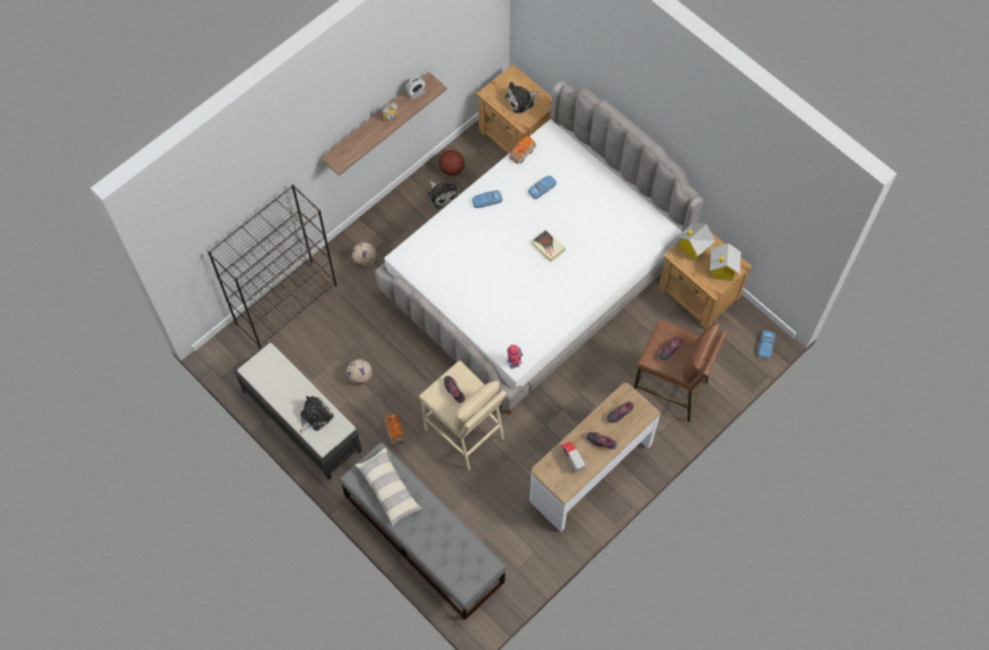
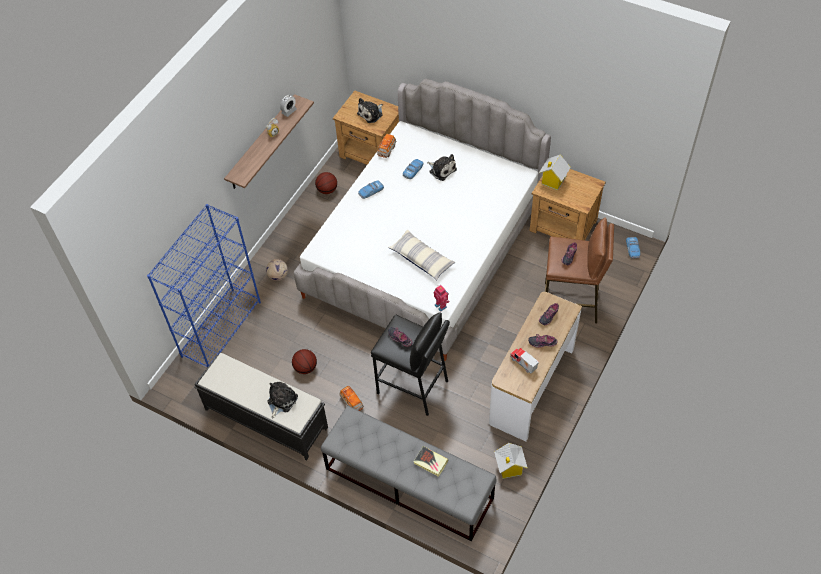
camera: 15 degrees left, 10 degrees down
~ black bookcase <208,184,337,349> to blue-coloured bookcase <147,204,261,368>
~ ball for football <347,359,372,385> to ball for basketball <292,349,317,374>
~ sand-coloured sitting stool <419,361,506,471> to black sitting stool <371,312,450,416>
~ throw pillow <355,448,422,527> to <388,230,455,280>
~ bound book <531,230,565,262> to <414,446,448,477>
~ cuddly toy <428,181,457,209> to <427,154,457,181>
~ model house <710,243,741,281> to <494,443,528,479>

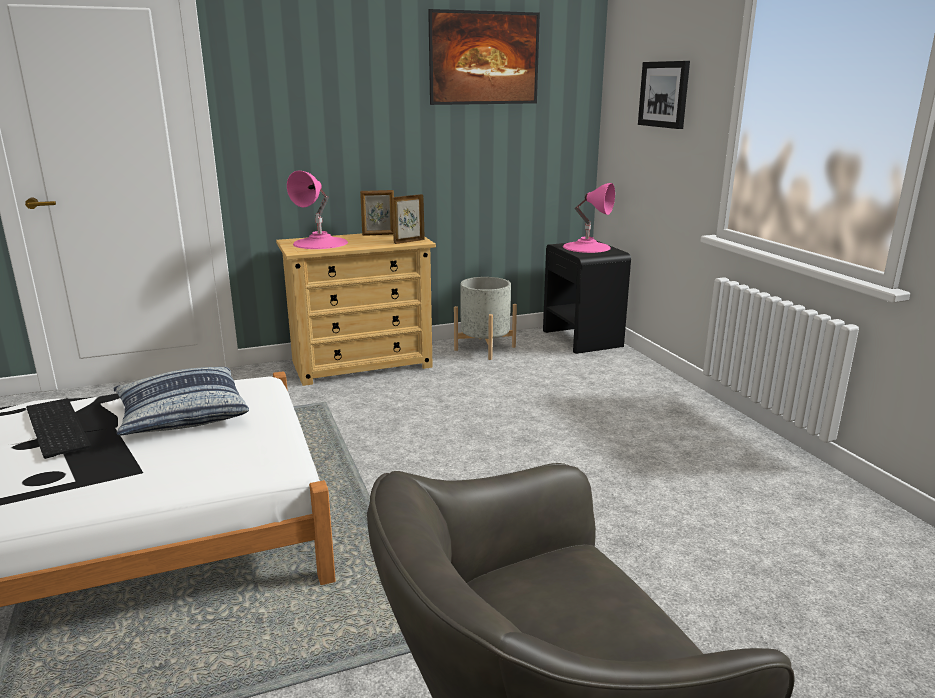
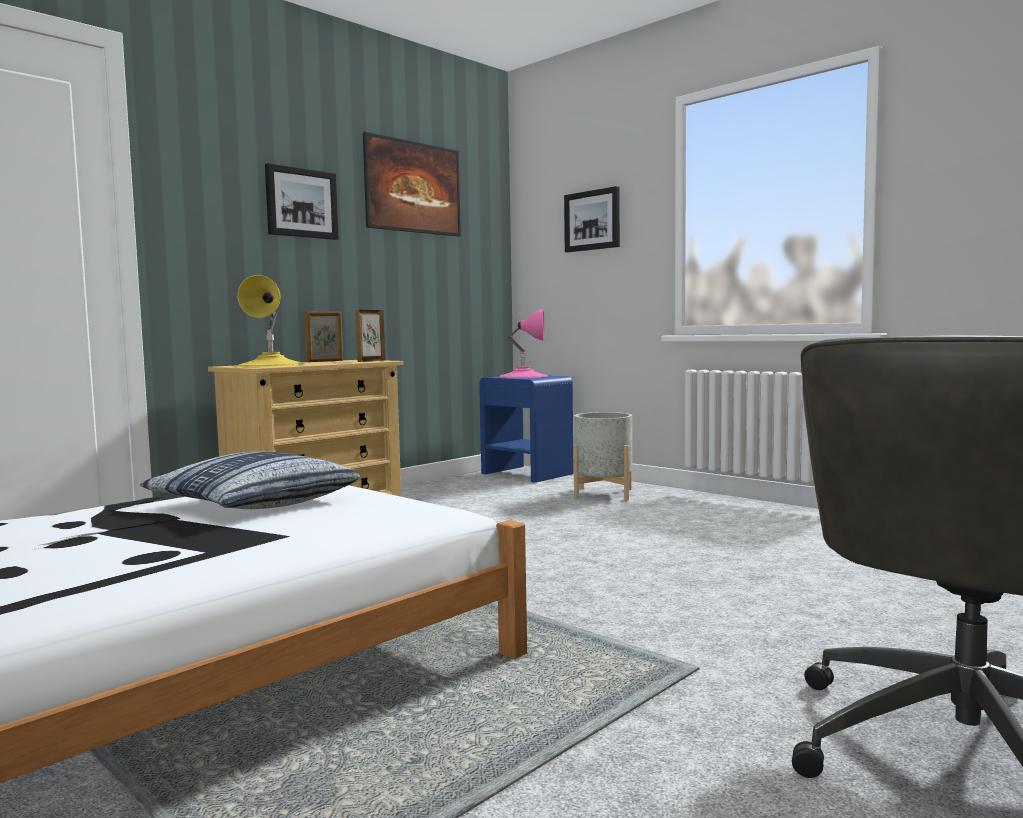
camera: 25 degrees left, 15 degrees down
~ pink-coloured table lamp <287,171,348,249> to yellowish table lamp <238,275,304,367>
+ picture <265,163,339,240>
~ black night table <543,241,631,354> to blue-coloured night table <479,376,574,483>
~ gray plant pot <454,277,517,360> to <573,412,632,500>
- PC keyboard <26,398,91,459>

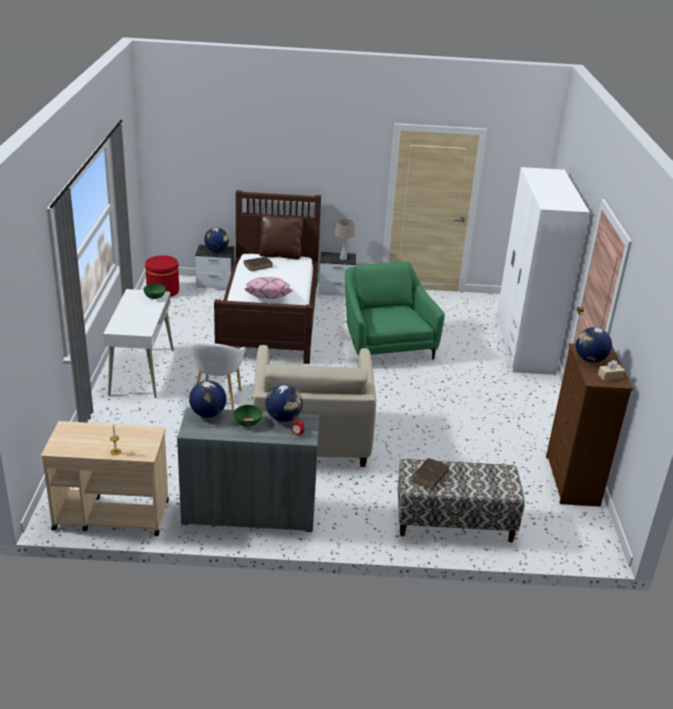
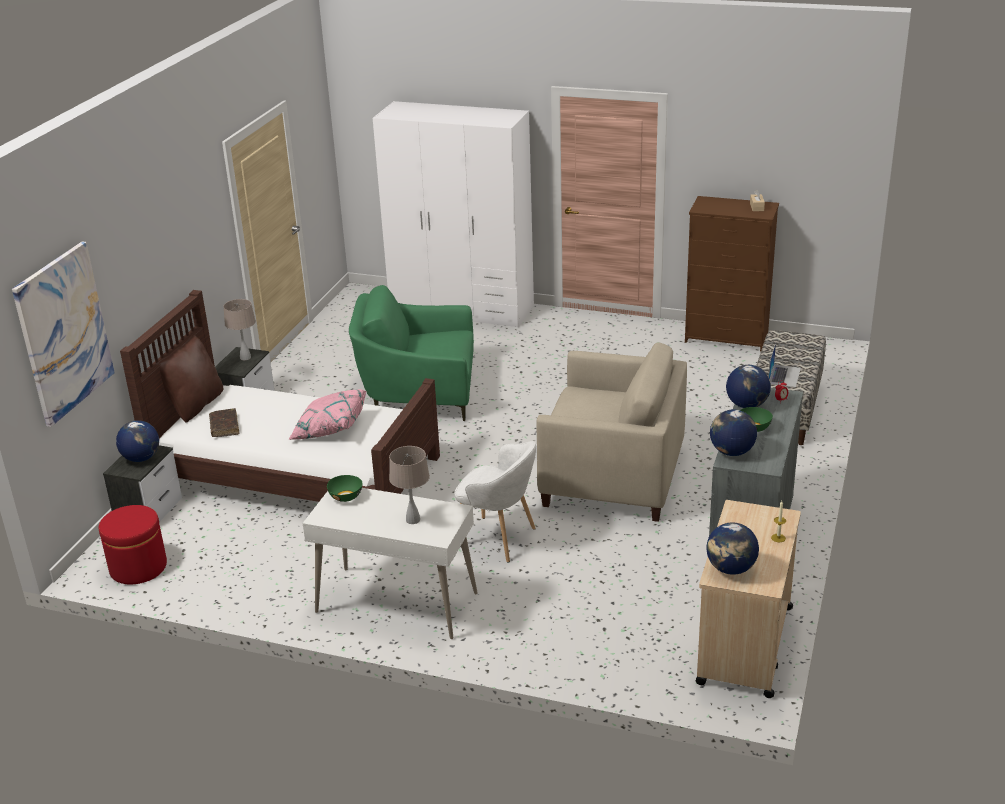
camera: 70 degrees left, 0 degrees up
+ picture <12,241,115,427>
+ sand-coloured table lamp <389,446,430,524>
~ globe <575,327,612,362> to <706,522,759,575>
~ brown bound book <412,458,449,489> to notebook computer <769,343,801,387>

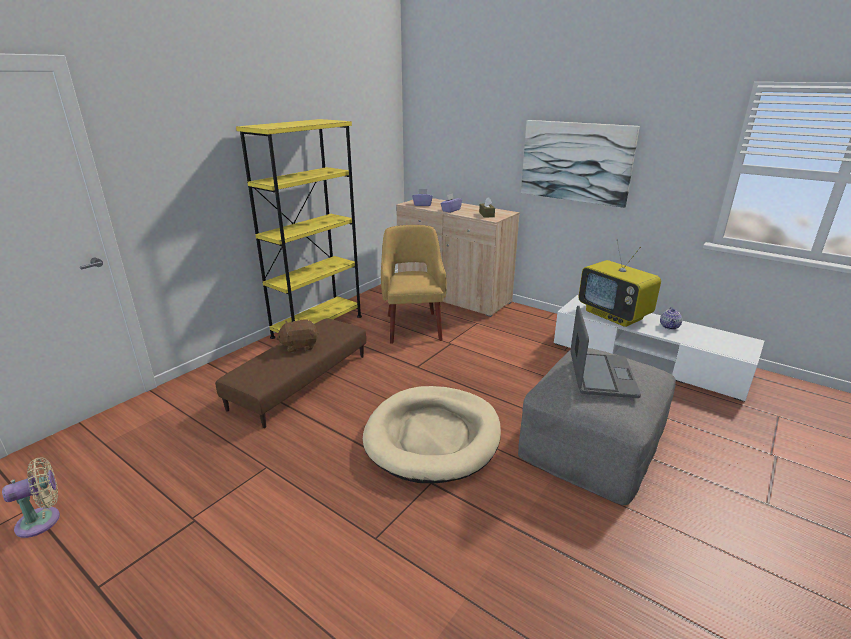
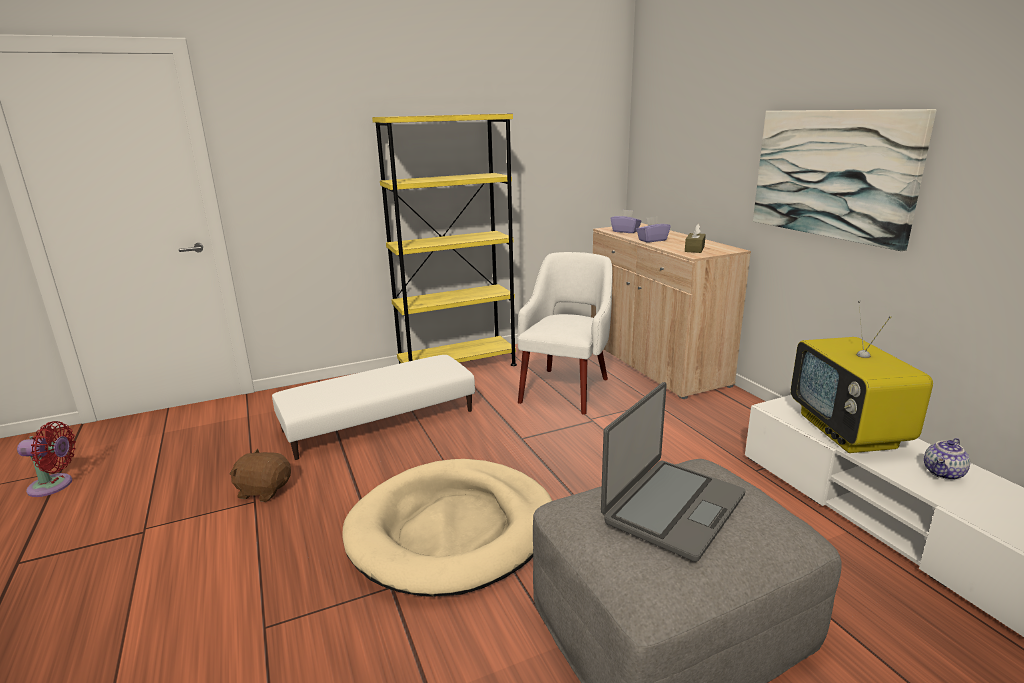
camera: 30 degrees right, 5 degrees down
~ sand-coloured electric fan <2,457,60,538> to red electric fan <17,421,76,497>
~ brown cuddly toy <276,319,319,353> to <229,448,291,502>
~ brown footrest <215,319,366,428> to whitish footrest <272,355,475,460>
~ yellowish lounge chair <381,225,447,344> to whitish lounge chair <518,252,613,415>

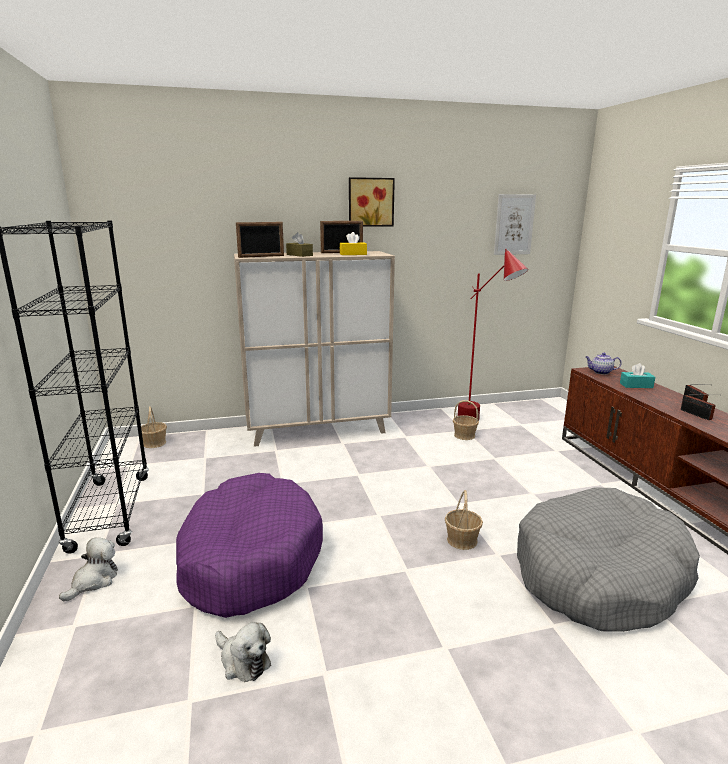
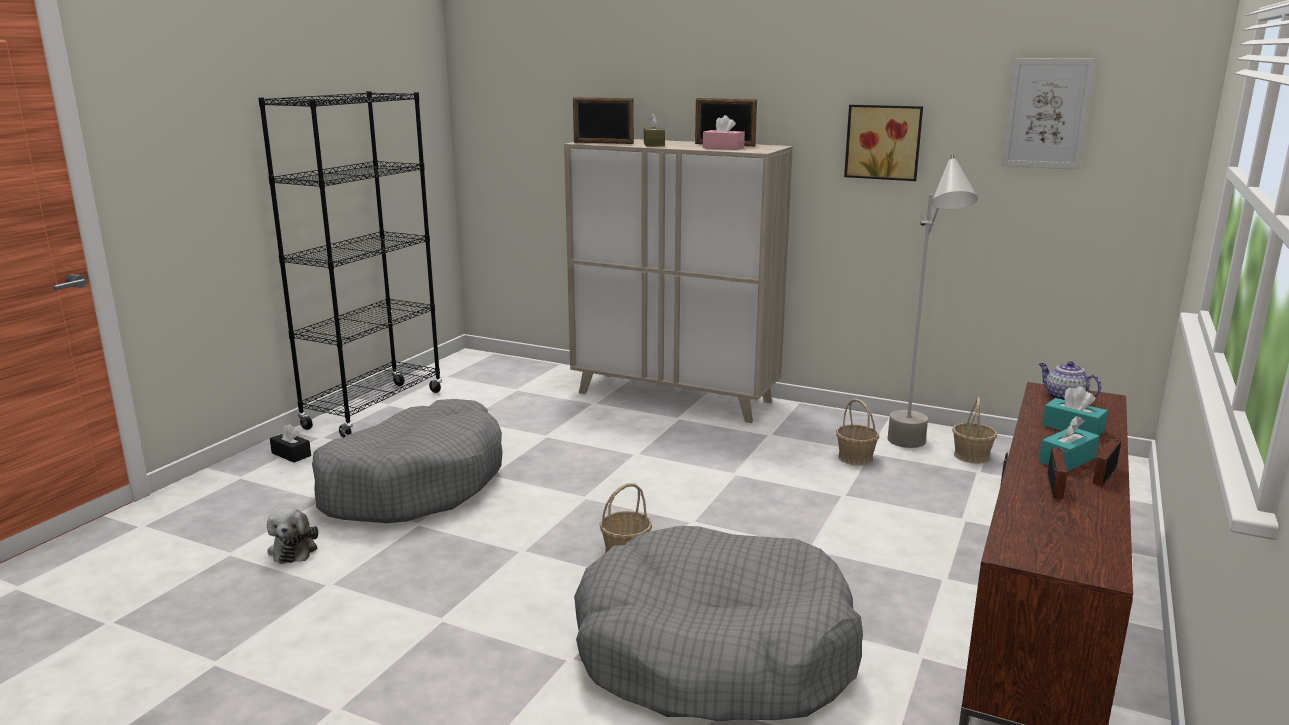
camera: 40 degrees right, 0 degrees up
~ cuddly toy <59,538,118,601> to black box of tissues <270,424,311,463>
~ purple dog cushion <176,473,323,618> to gray dog cushion <312,399,503,523>
~ yellowish box of tissues <340,232,367,255> to pink-coloured box of tissues <703,115,745,150>
~ picture <349,177,395,227> to <844,105,923,181>
~ red floor lamp <457,249,528,418> to gray floor lamp <887,154,978,448>
~ household basket <141,406,167,448> to <952,397,997,464>
+ turquoise-coloured box of tissues <1039,416,1099,472>

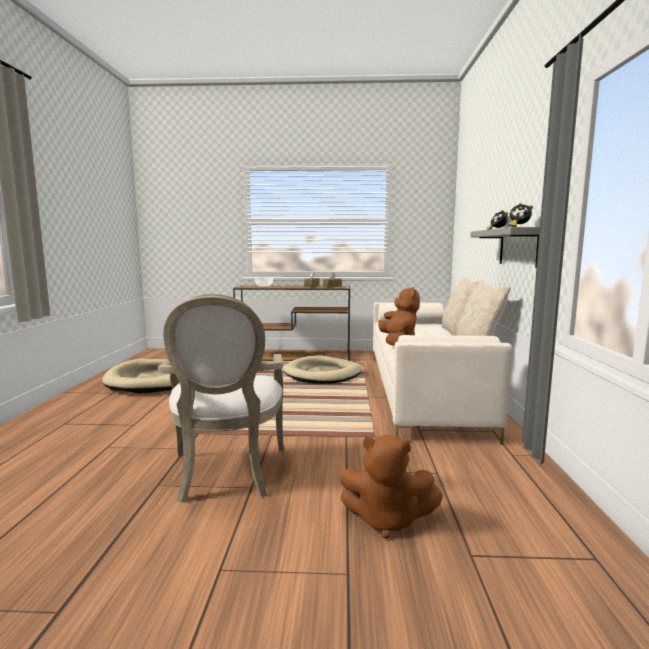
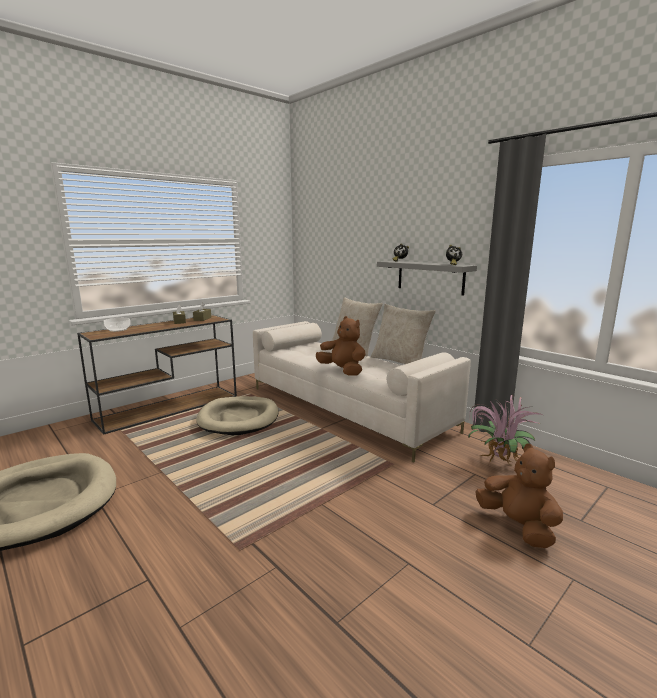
camera: 45 degrees left, 5 degrees up
+ plant in a pot <468,395,543,467>
~ brown cuddly toy <339,435,443,539> = <475,444,563,548> 90 degrees counterclockwise
- lounge chair <158,294,284,502>

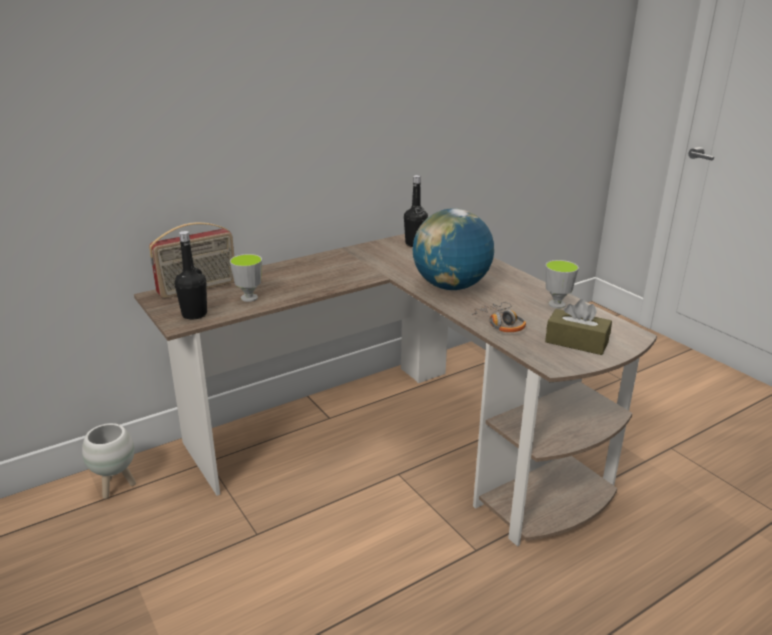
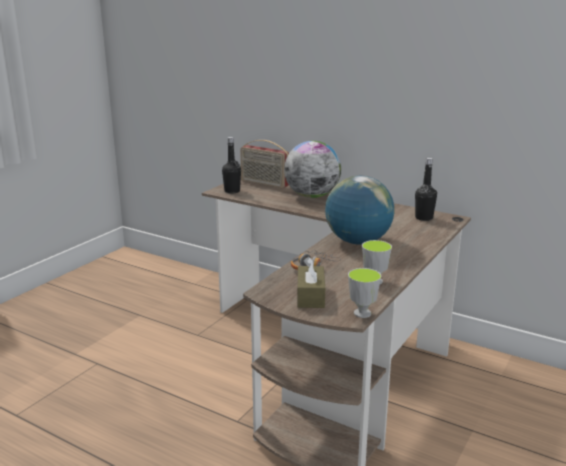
camera: 65 degrees right, 5 degrees down
+ globe <284,141,341,198>
~ drinking cup <230,254,262,302> to <348,268,381,318>
- whitish plant pot <82,423,136,499>

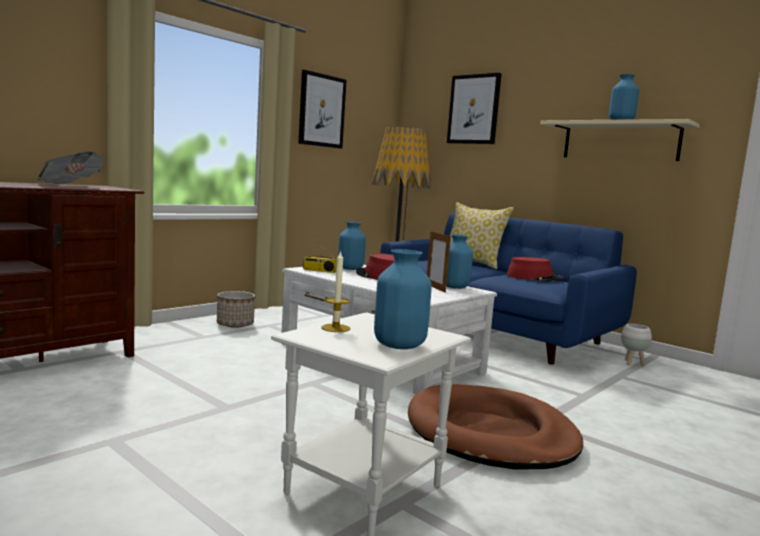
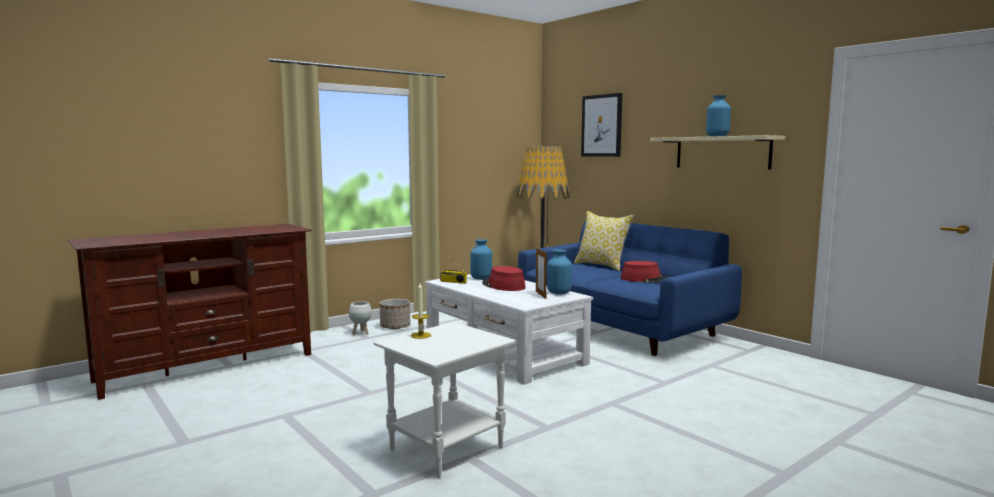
camera: 10 degrees right, 0 degrees up
~ whitish plant pot <621,324,652,365> to <349,301,372,335>
- printed paper <37,152,105,184>
- picture <298,70,346,149>
- blue-coloured flower vase <374,249,432,349>
- brown dog cushion <408,384,583,470>

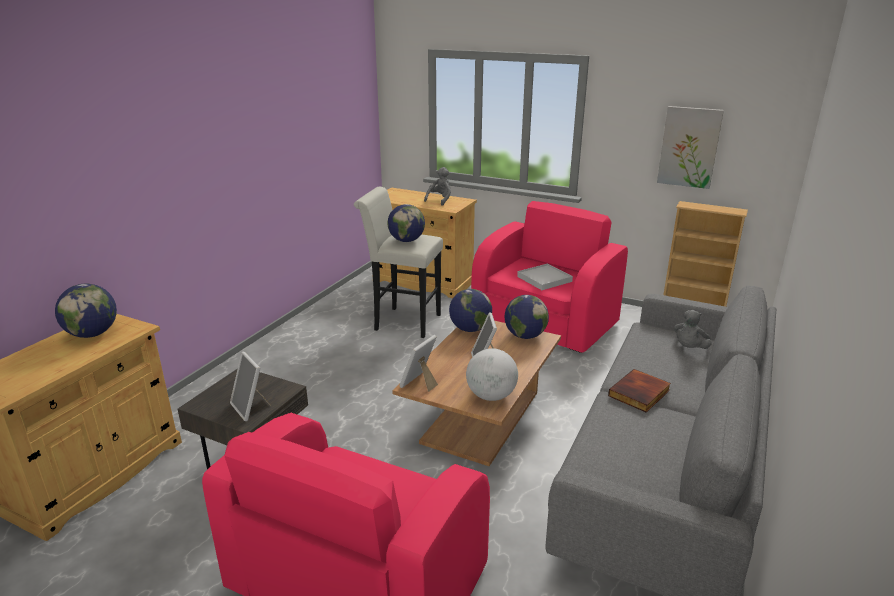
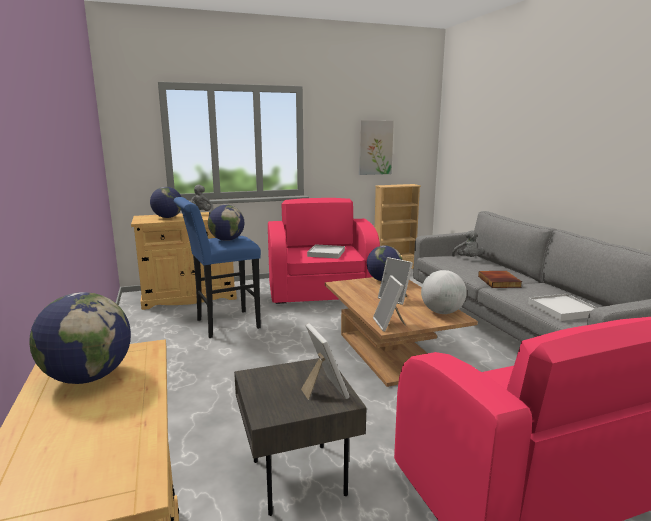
camera: 45 degrees left, 10 degrees down
~ globe <449,289,492,332> to <150,187,181,218>
~ whitish sitting stool <354,187,443,338> to blue-coloured sitting stool <173,197,261,338>
~ picture frame <230,352,271,421> = <301,323,349,400> 120 degrees counterclockwise
+ whitish serving tray <528,294,597,321>

